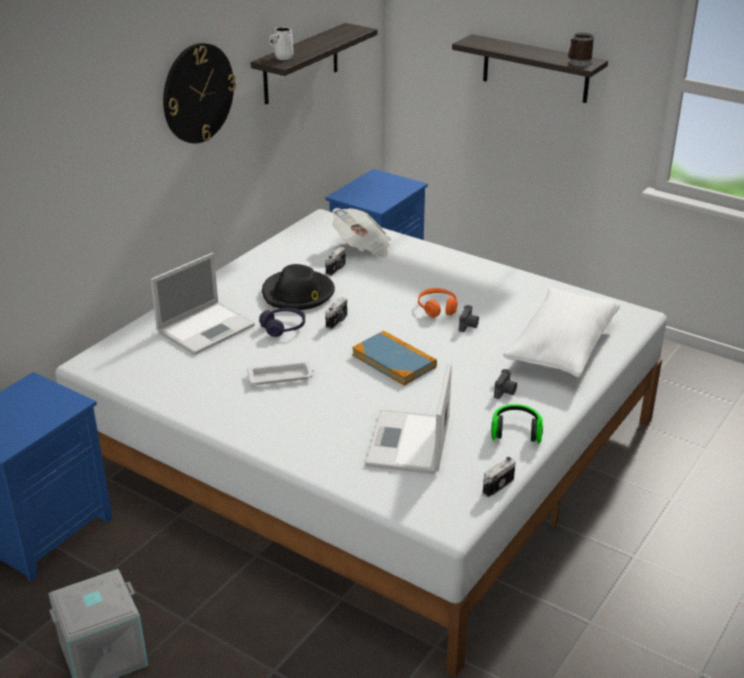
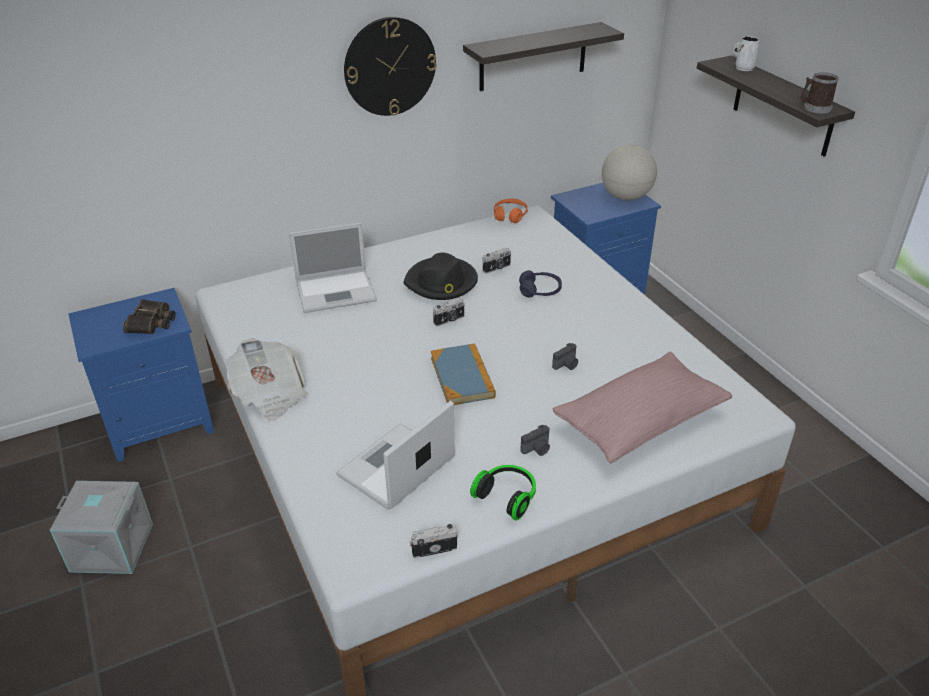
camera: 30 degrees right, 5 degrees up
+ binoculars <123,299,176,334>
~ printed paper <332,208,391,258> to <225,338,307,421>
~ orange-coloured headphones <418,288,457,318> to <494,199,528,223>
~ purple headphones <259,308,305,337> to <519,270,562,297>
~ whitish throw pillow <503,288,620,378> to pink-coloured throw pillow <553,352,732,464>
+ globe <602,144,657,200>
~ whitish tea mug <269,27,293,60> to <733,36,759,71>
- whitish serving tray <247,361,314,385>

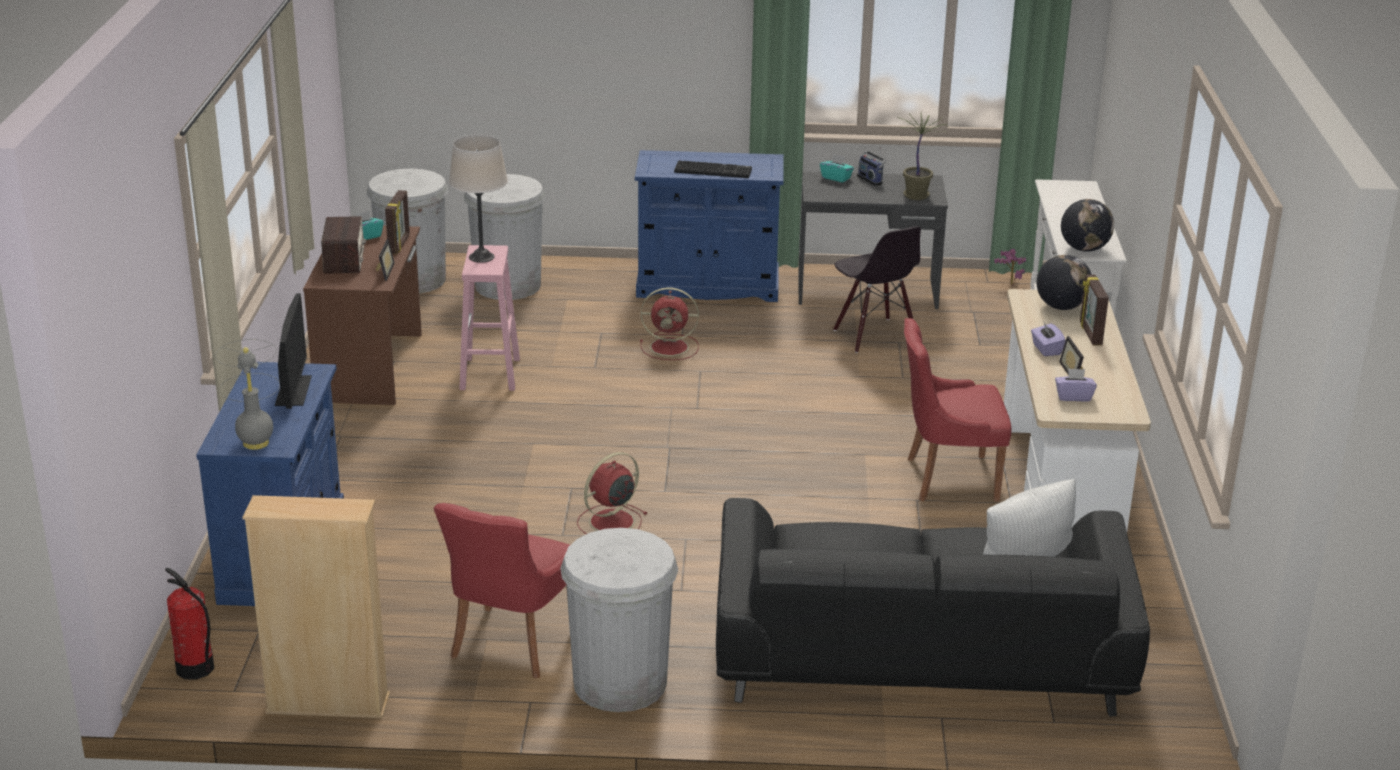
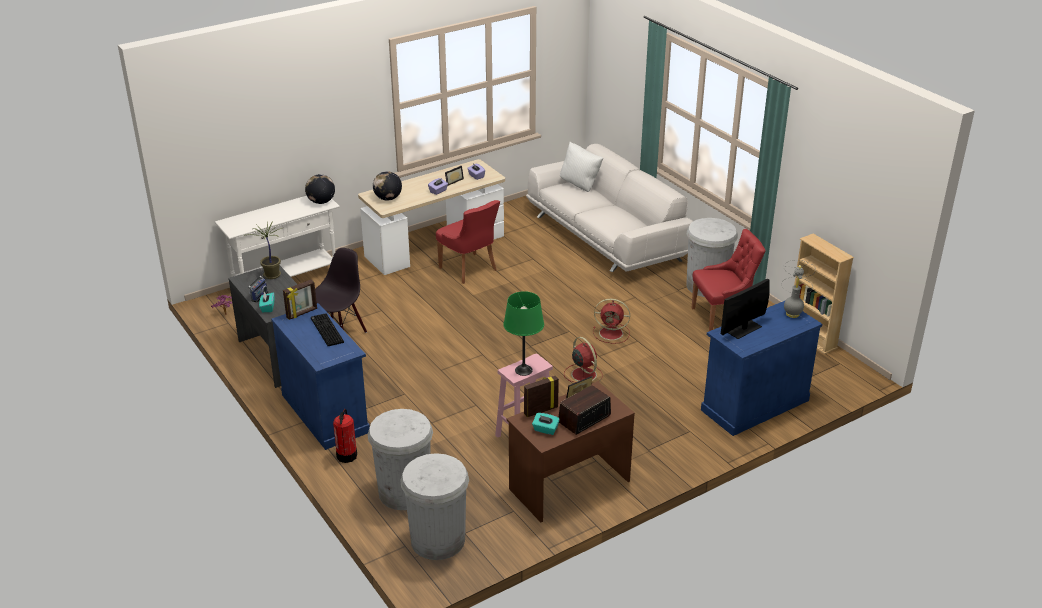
camera: 125 degrees left, 5 degrees up
~ picture frame <1080,274,1109,346> to <283,279,317,320>
~ extinguisher <165,568,214,680> to <333,409,357,463>
~ sand-coloured table lamp <449,134,508,263> to greenish table lamp <503,291,544,376>
~ black settee <716,497,1150,717> to whitish settee <526,144,693,272>
~ red electric fan <640,287,699,360> to <564,337,603,382>

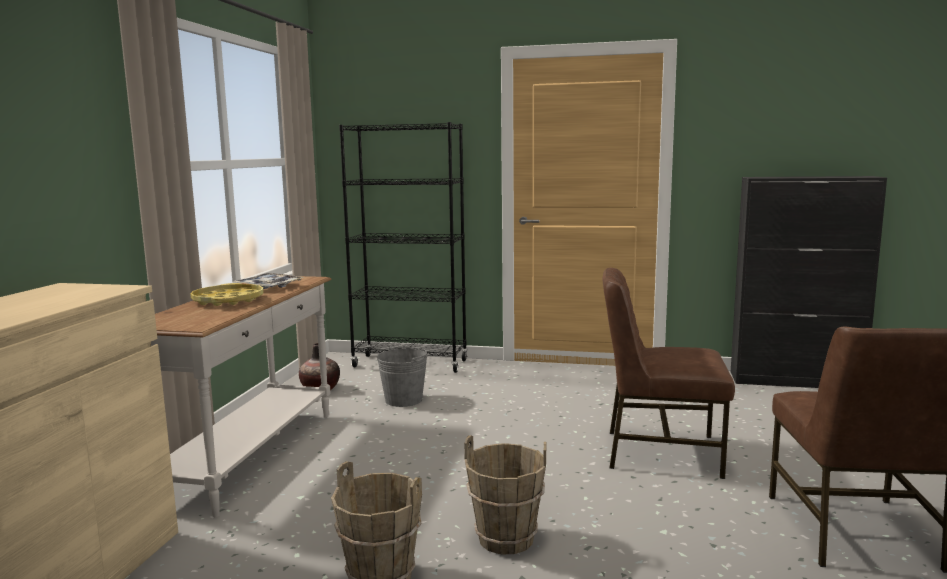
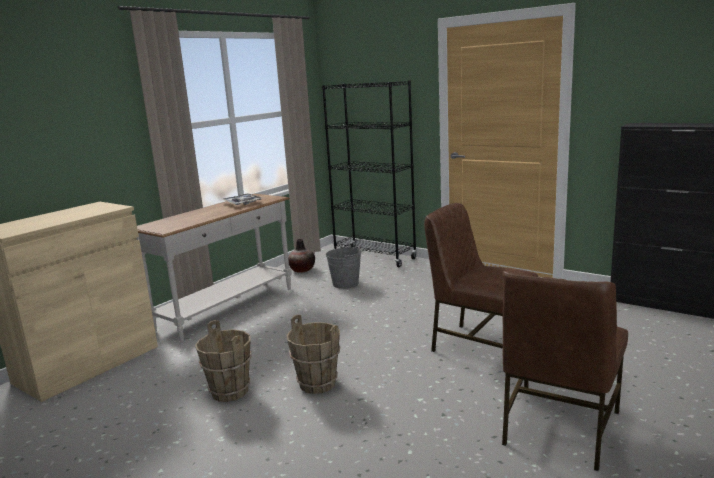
camera: 25 degrees right, 5 degrees up
- yellowish serving tray <190,283,264,306>

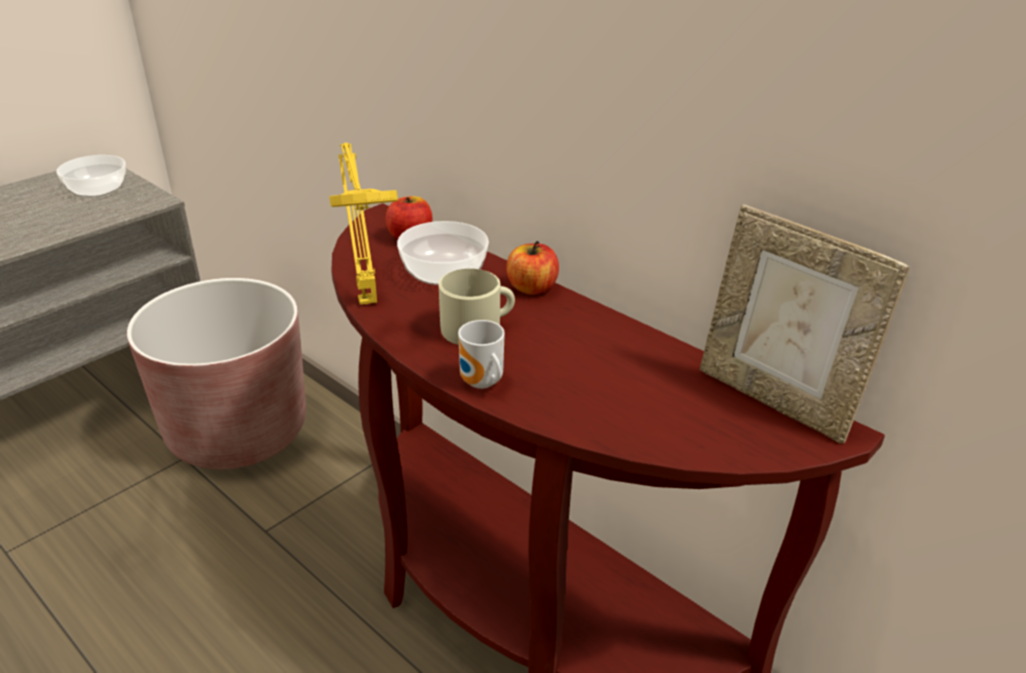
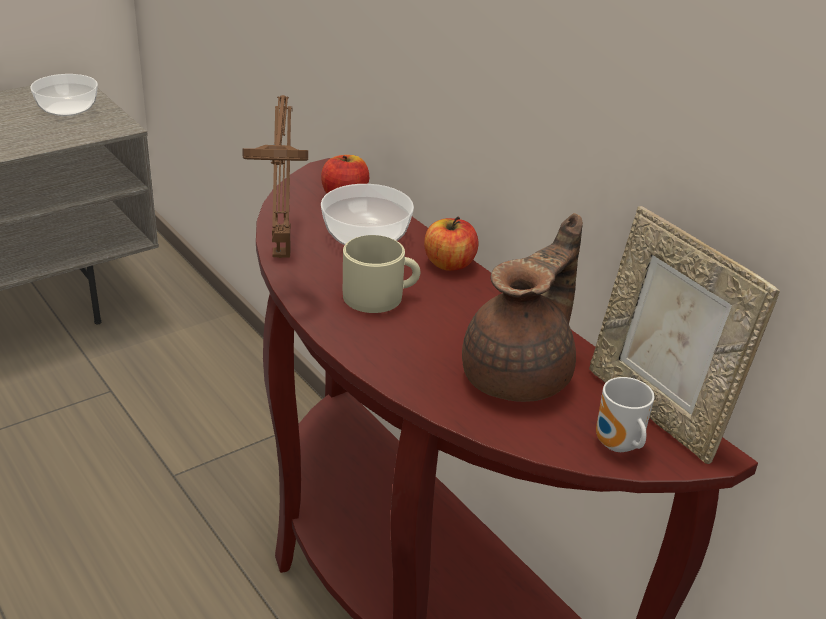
camera: 10 degrees right, 0 degrees up
~ yellowish table lamp <329,143,398,305> to brown table lamp <242,95,308,258>
+ brown teapot <462,213,583,402>
~ tea mug <458,320,505,389> to <596,377,655,452>
- brown plant pot <127,278,306,469>

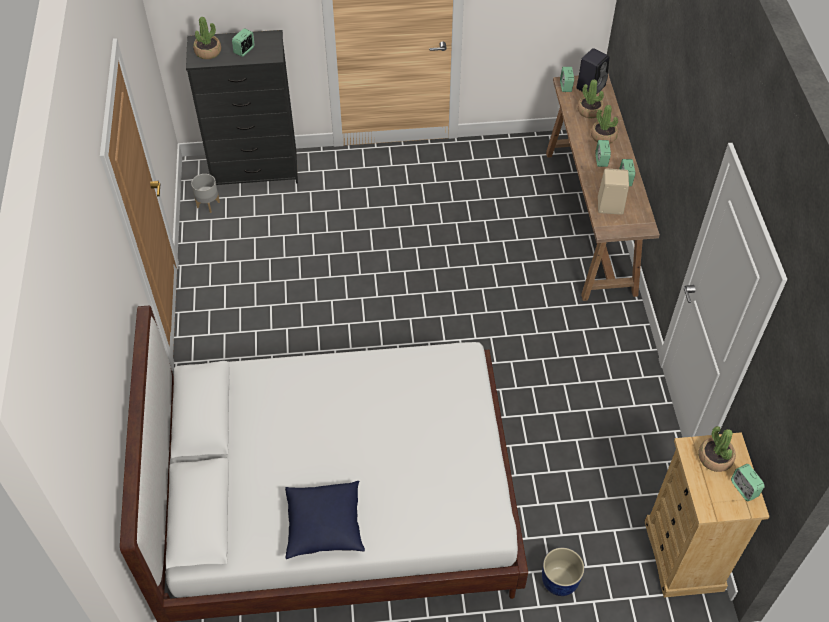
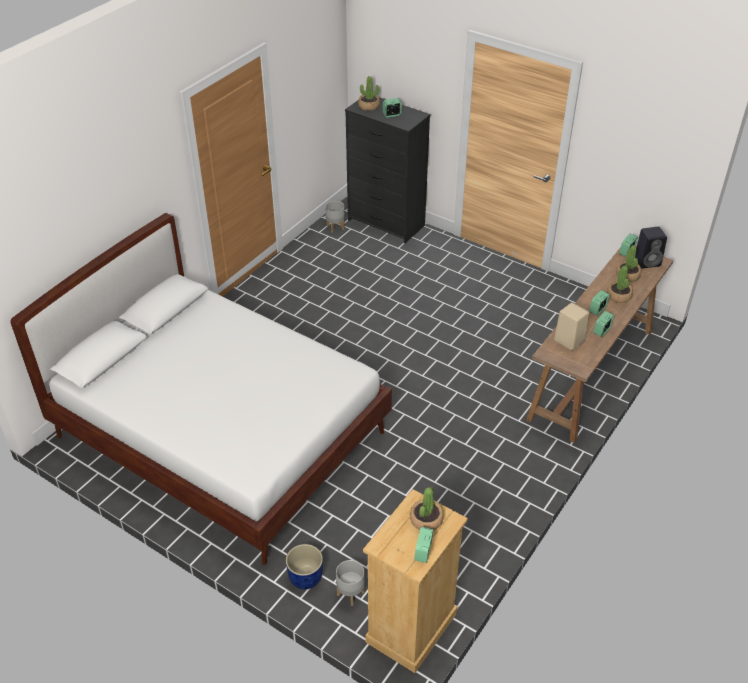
camera: 40 degrees right, 10 degrees down
+ gray plant pot <336,560,365,606>
- blue-coloured throw pillow <285,481,365,559>

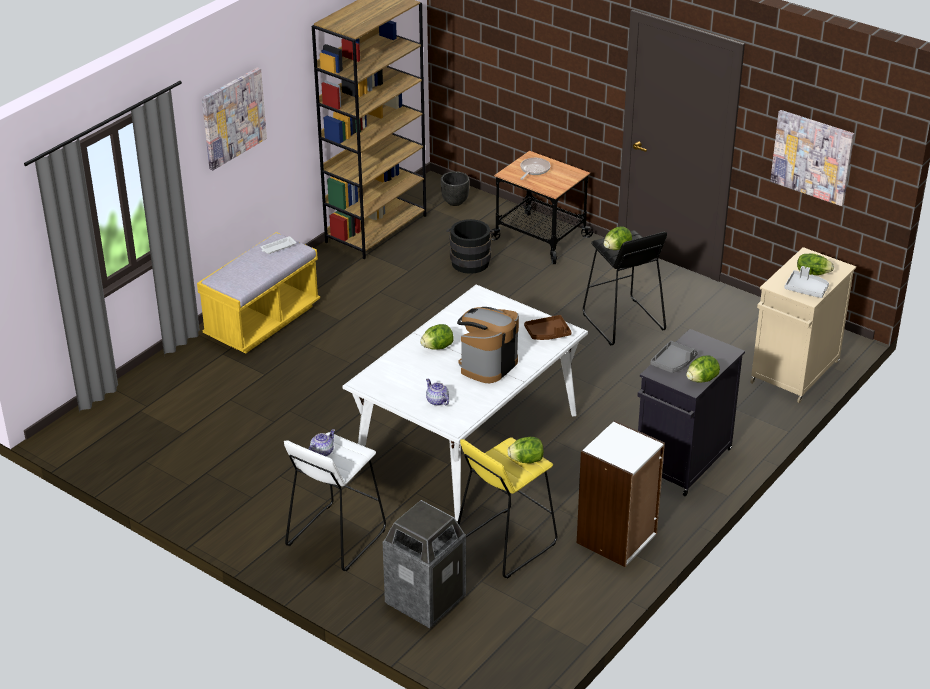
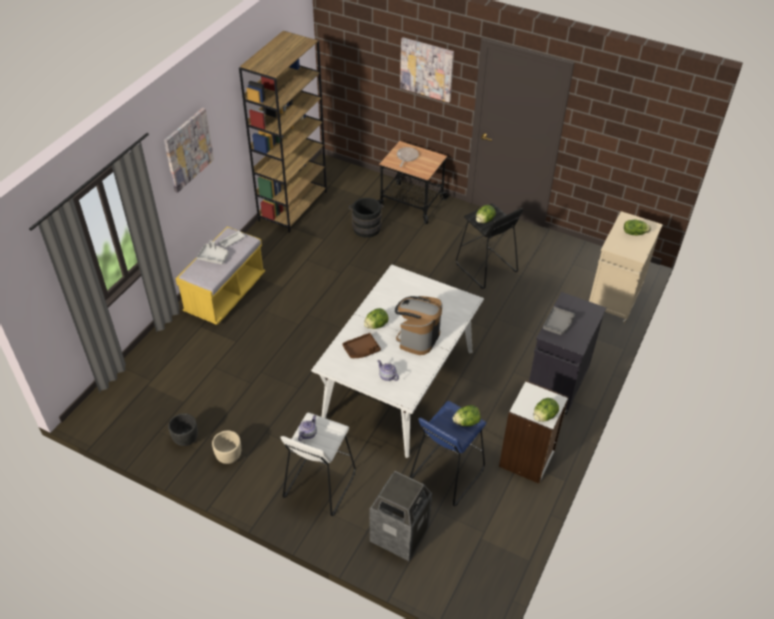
camera: 10 degrees left, 10 degrees up
~ black plant pot <441,171,469,206> to <168,413,198,446>
~ gray serving tray <784,266,829,298> to <197,241,229,265>
+ sand-coloured plant pot <212,431,241,464>
~ brown serving tray <524,315,572,340> to <342,333,381,358>
~ picture <770,110,854,206> to <400,37,454,102>
~ yellowish sitting stool <458,437,557,578> to blue-coloured sitting stool <410,401,486,506>
~ lettuce head <686,356,720,383> to <534,398,559,422>

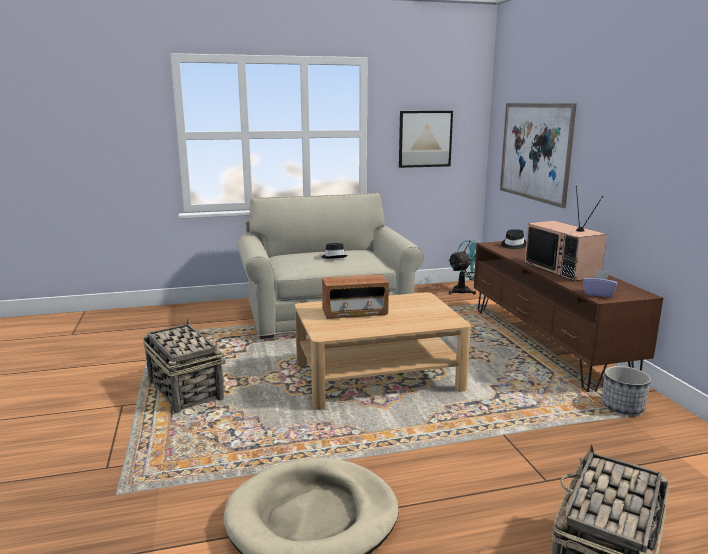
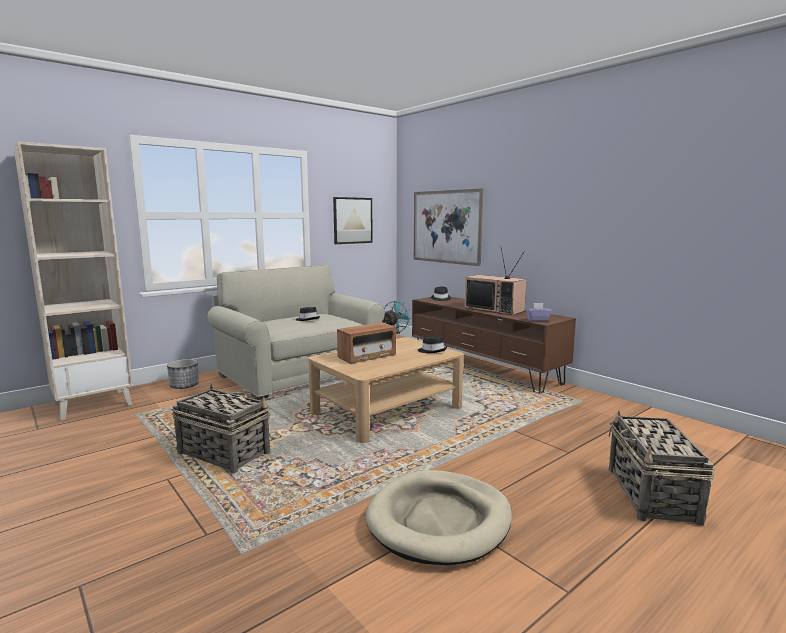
camera: 25 degrees left, 5 degrees down
+ sand-coloured bookcase <14,141,133,420>
~ plant pot <602,366,651,414> to <167,359,199,389>
+ black hat <418,336,447,353>

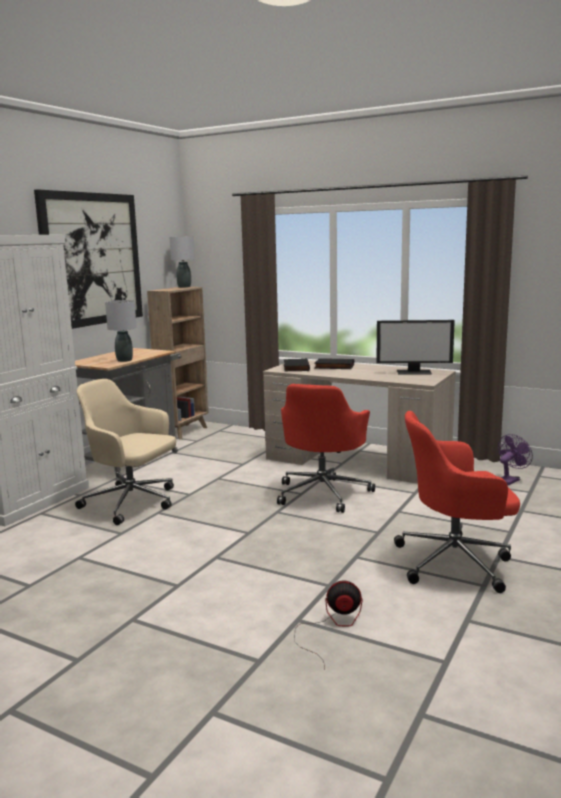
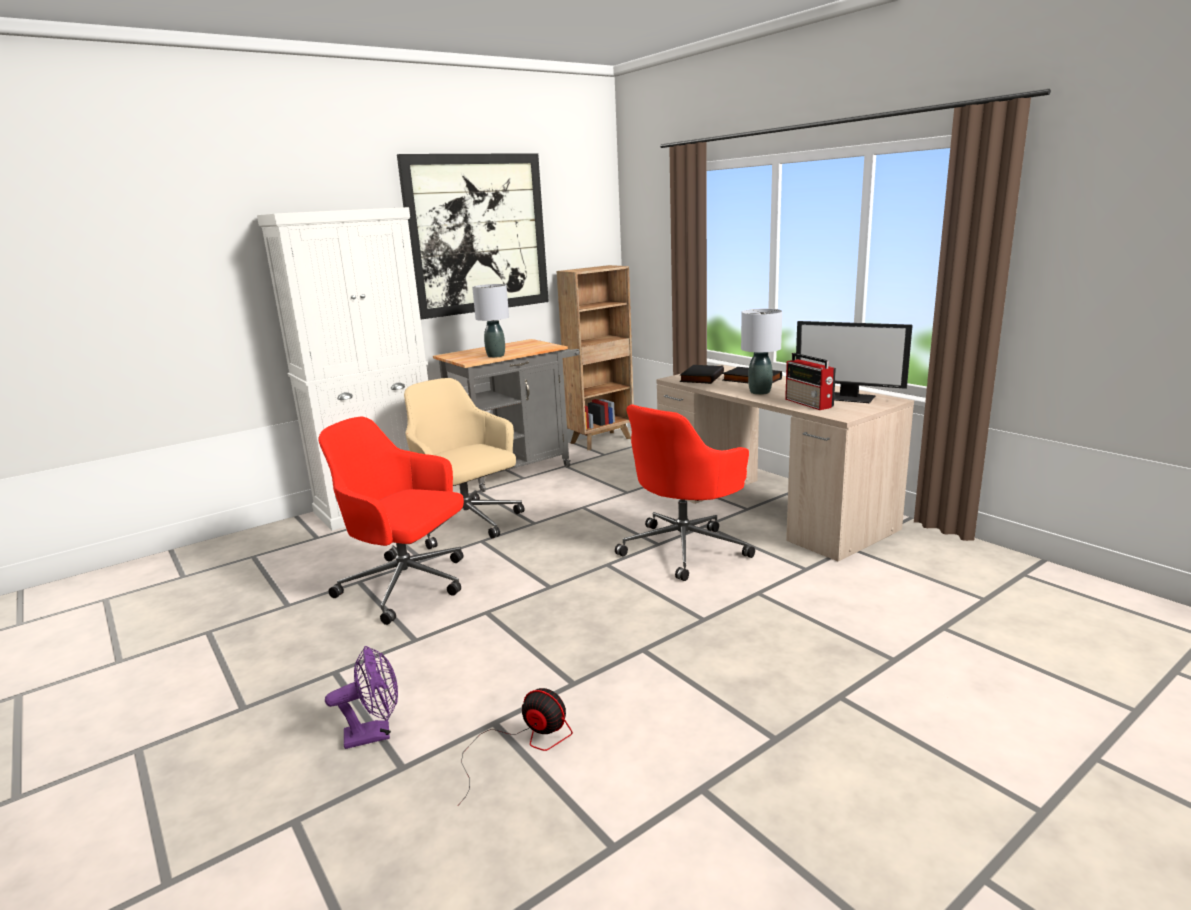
camera: 25 degrees right, 5 degrees up
~ red desk chair <394,411,520,593> to <318,416,464,625>
~ purple electric fan <498,434,533,485> to <325,646,398,749>
~ gray table lamp <170,236,195,288> to <741,309,782,395>
+ radio set <785,353,836,410>

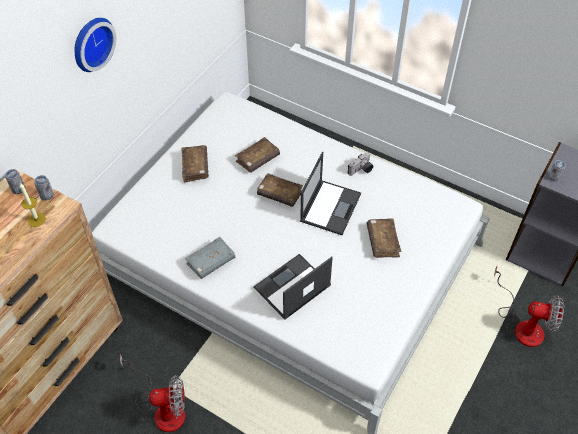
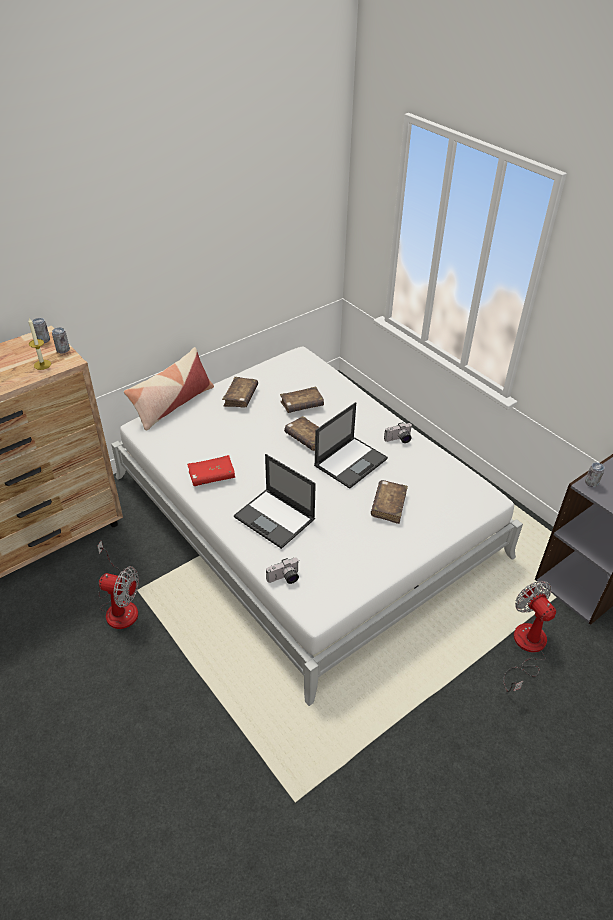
camera: 20 degrees right, 10 degrees down
+ throw pillow <124,347,214,430>
~ gray bound book <185,237,235,279> to red bound book <187,455,235,486>
~ notebook computer <253,254,333,320> = <234,454,316,549> 120 degrees counterclockwise
+ still camera <266,558,299,584>
~ electric fan <494,267,564,347> = <503,581,556,692> 150 degrees counterclockwise
- wall clock <75,18,116,72>

